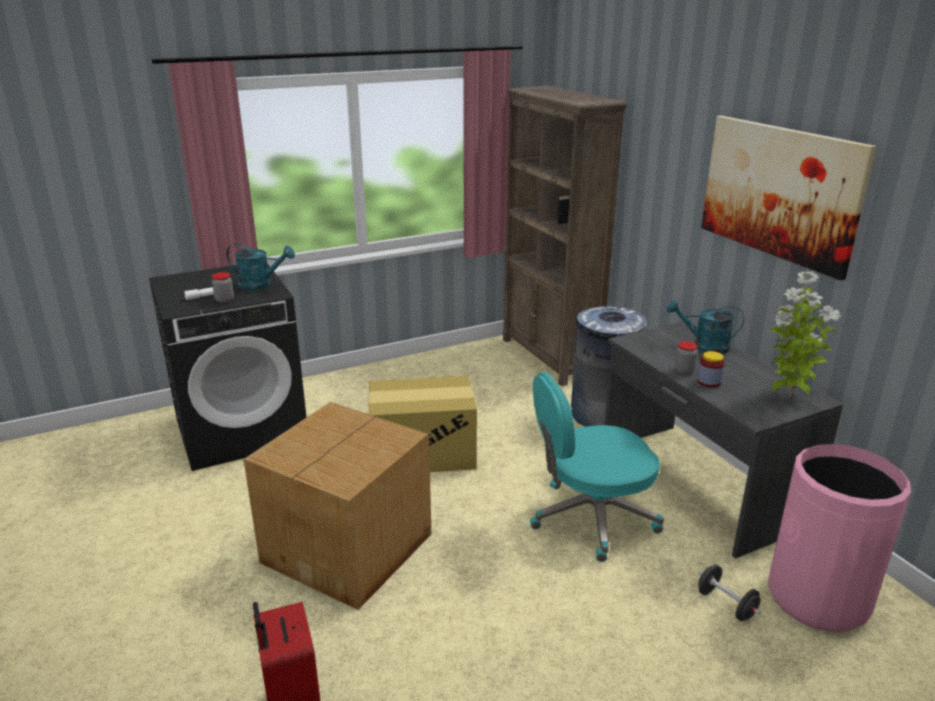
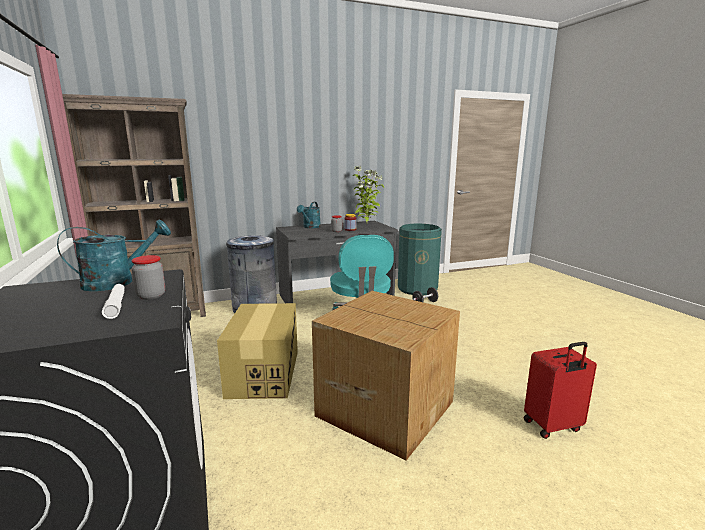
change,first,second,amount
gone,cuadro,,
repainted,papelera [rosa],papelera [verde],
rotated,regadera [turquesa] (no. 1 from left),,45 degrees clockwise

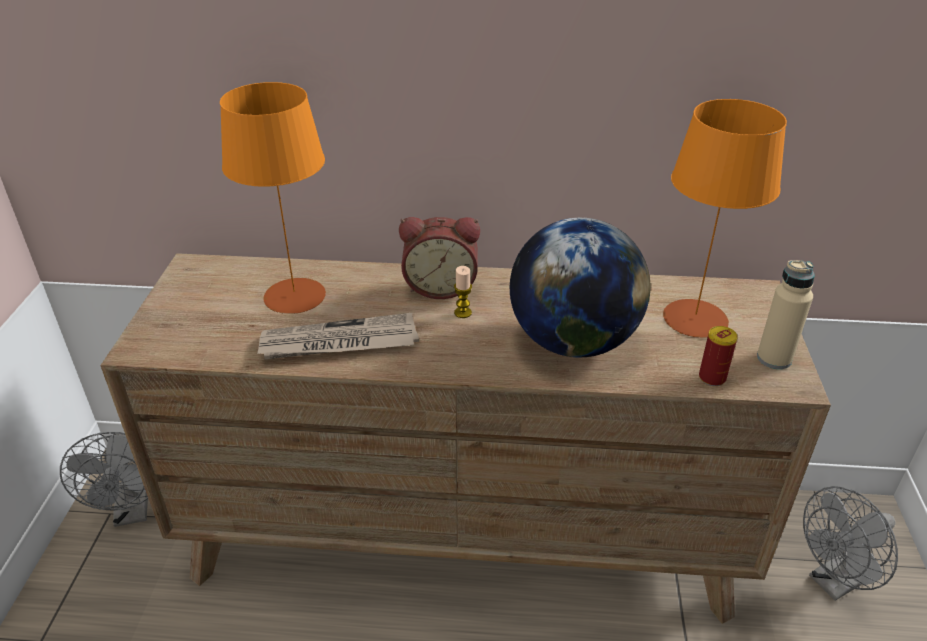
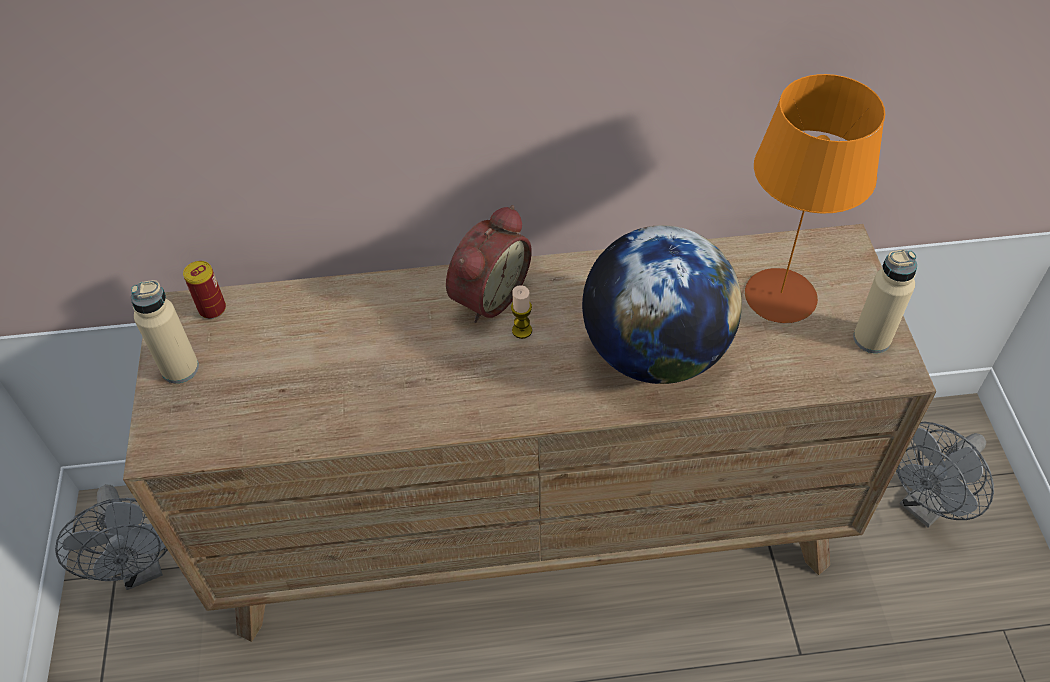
change,first,second,amount
gone,lámpara de mesa [naranja] (no. 1 from left),,
gone,periódico,,
new,,botella [beis] (no. 1 from left),
shifted,lata,,
rotated,despertador,,45 degrees counterclockwise

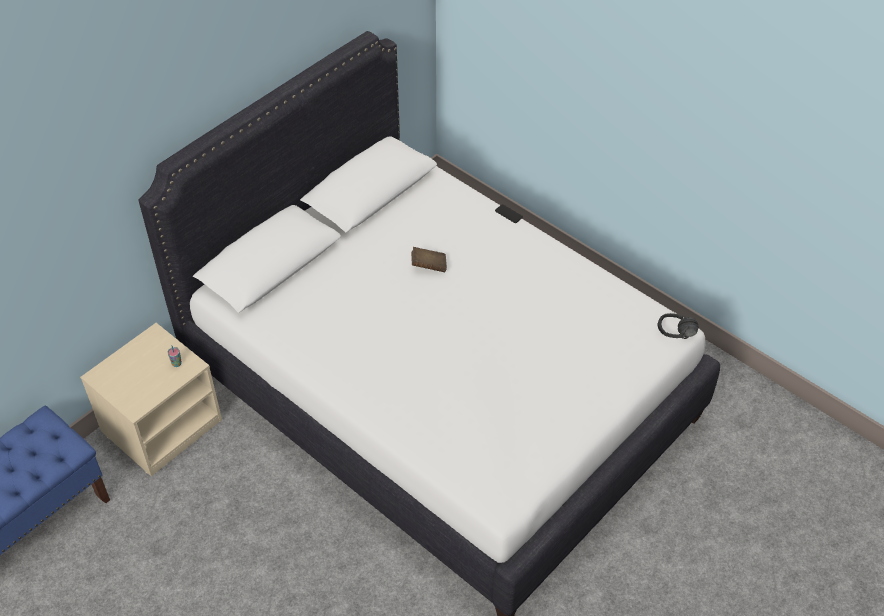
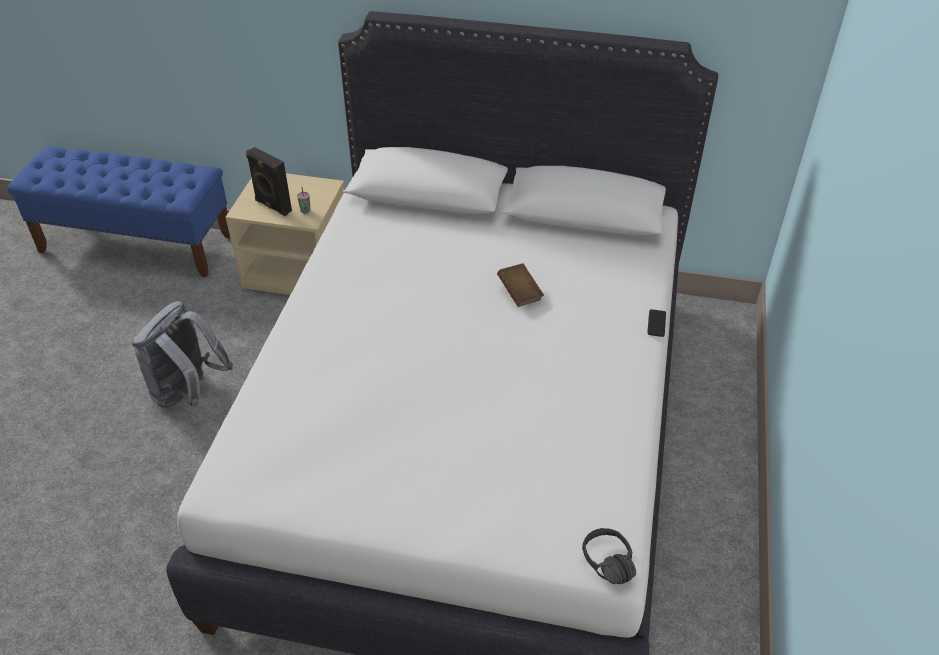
change,first,second,amount
new,,mochila [gris],
new,,altavoz [negro],

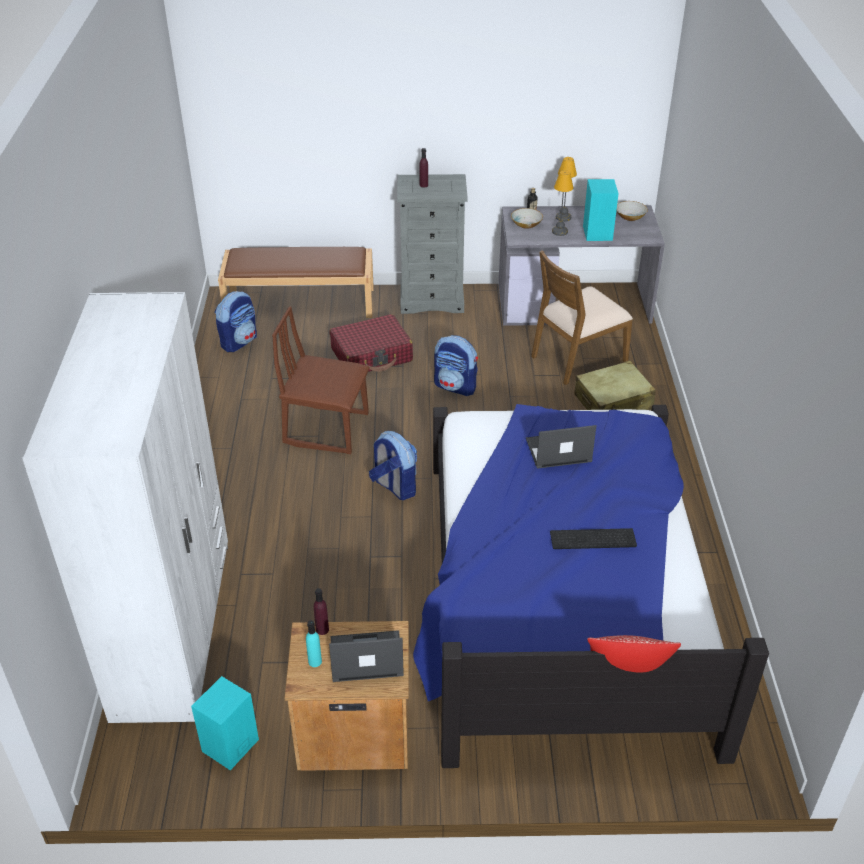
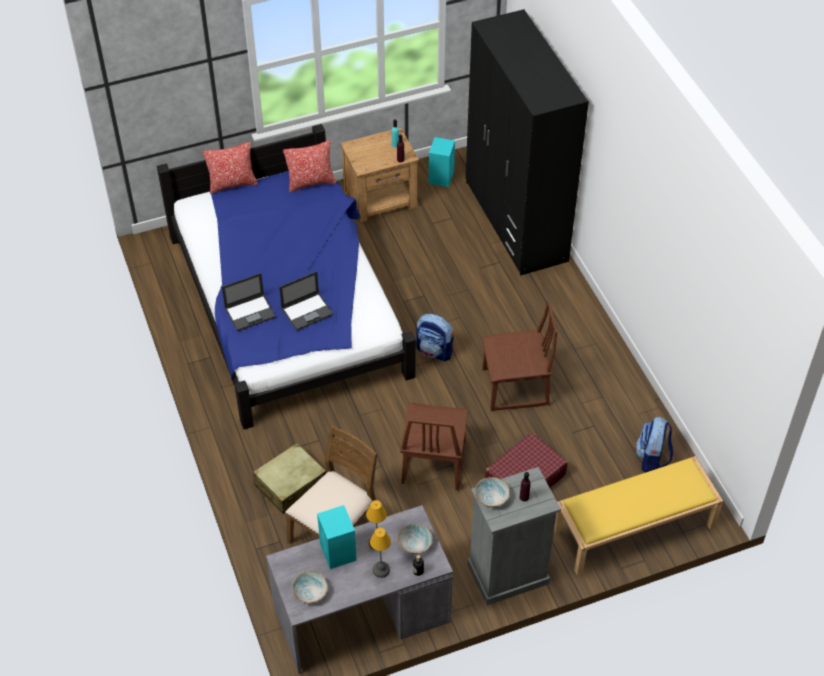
change,first,second,amount
gone,teclado,,
new,,cojín (no. 2 from left),
new,,cuenco (no. 3 from left),
shifted,portátil (no. 1 from left),,
swapped,mochila (no. 3 from left),silla [marrón] (no. 2 from left),
repainted,armario ropero [blanco],armario ropero [negro],
repainted,banco [marrón],banco [amarillo],

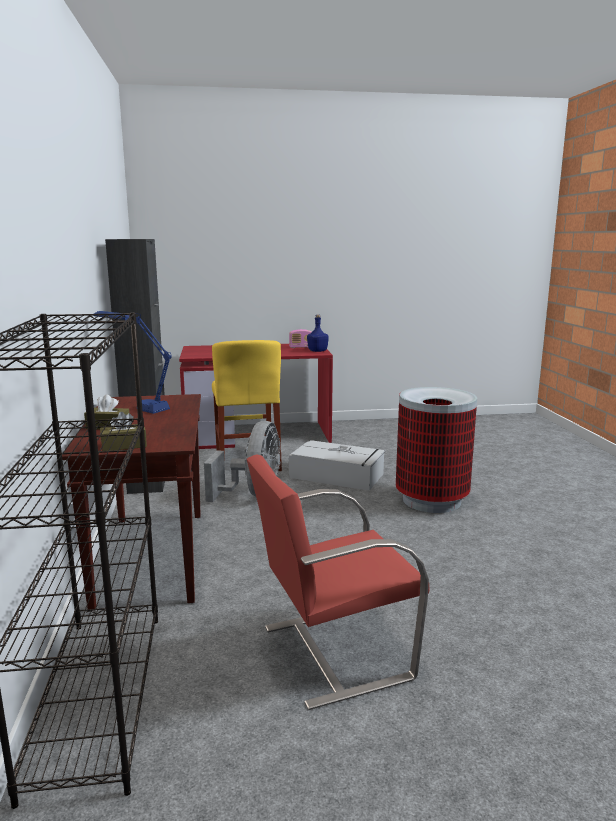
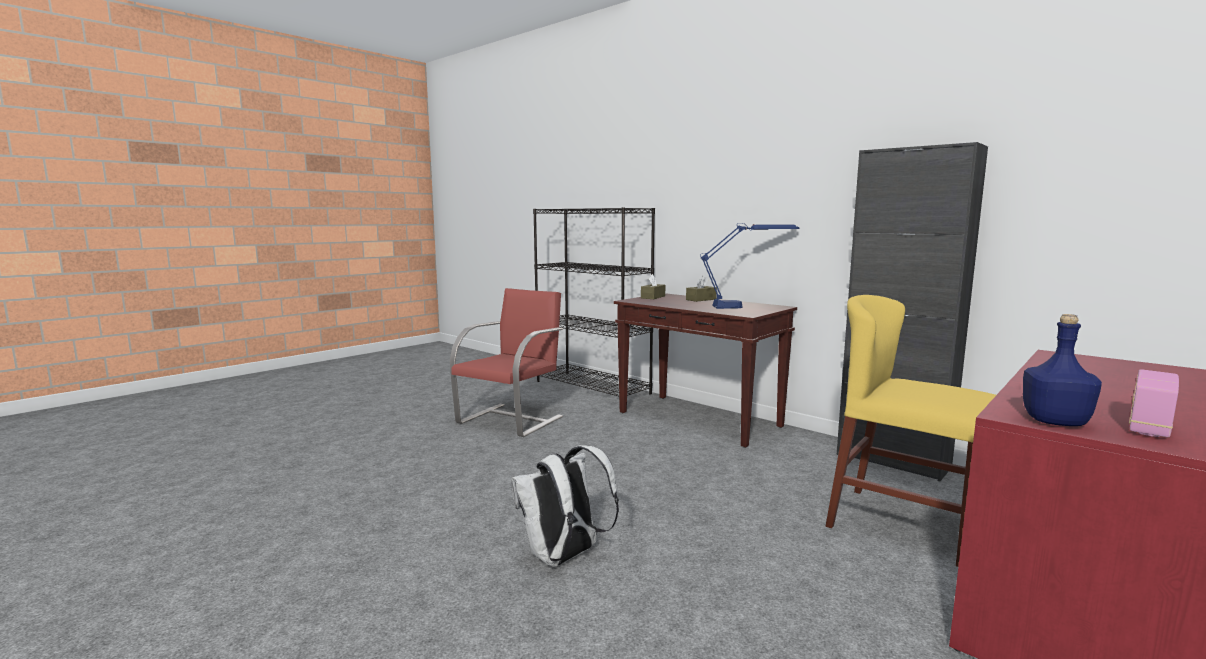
change,first,second,amount
gone,ventilador [gris],,
gone,caja de almacenaje [gris],,
swapped,papelera,mochila [blanco],

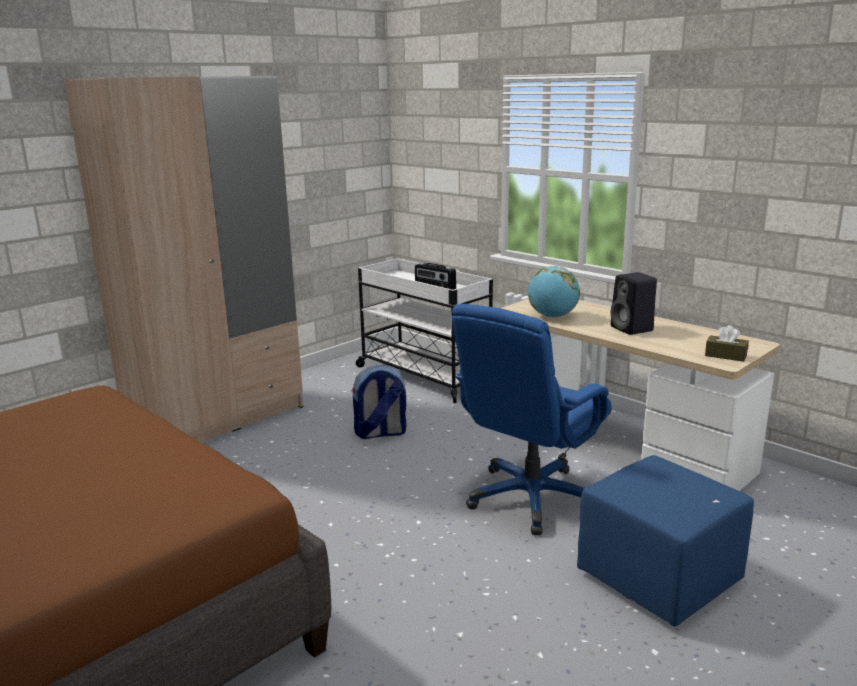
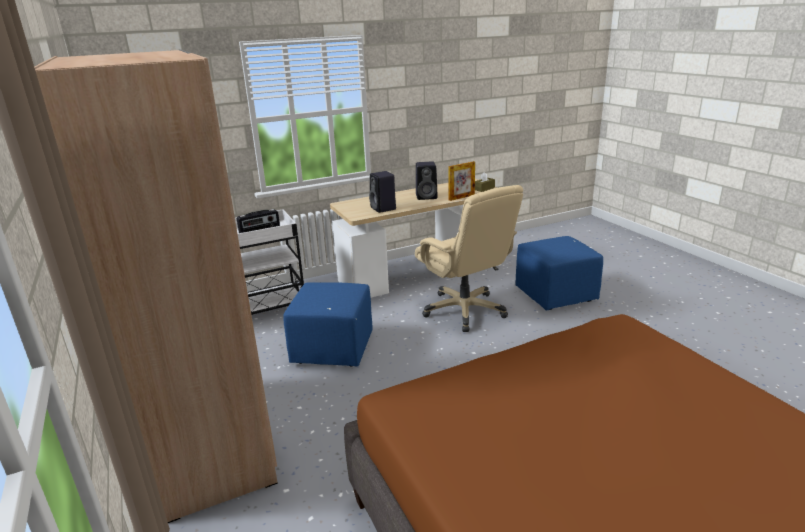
change,first,second,amount
new,,portarretratos,
swapped,mochila,puf [azul] (no. 1 from left),
swapped,globo terráqueo,altavoz [negro] (no. 1 from left),
repainted,silla de oficina [azul],silla de oficina [beis],

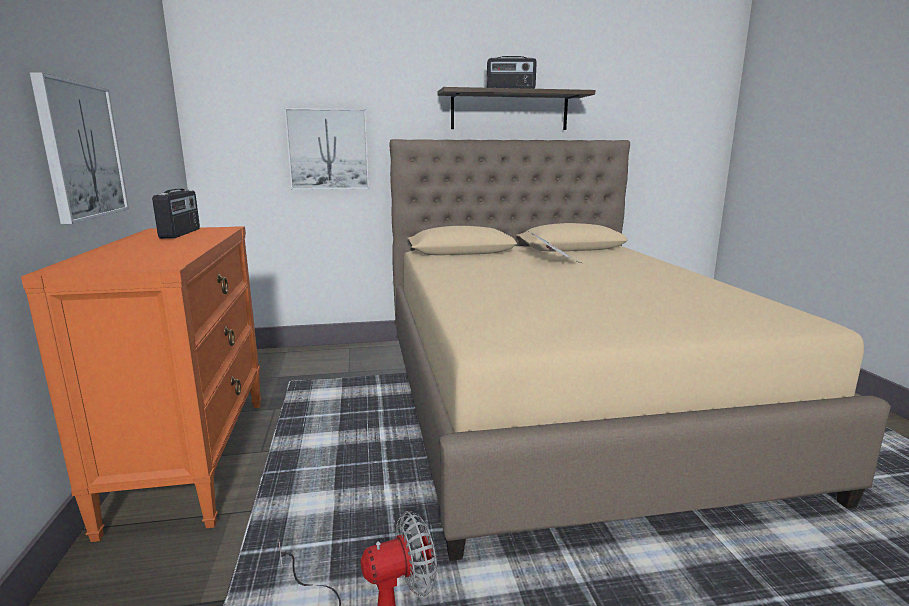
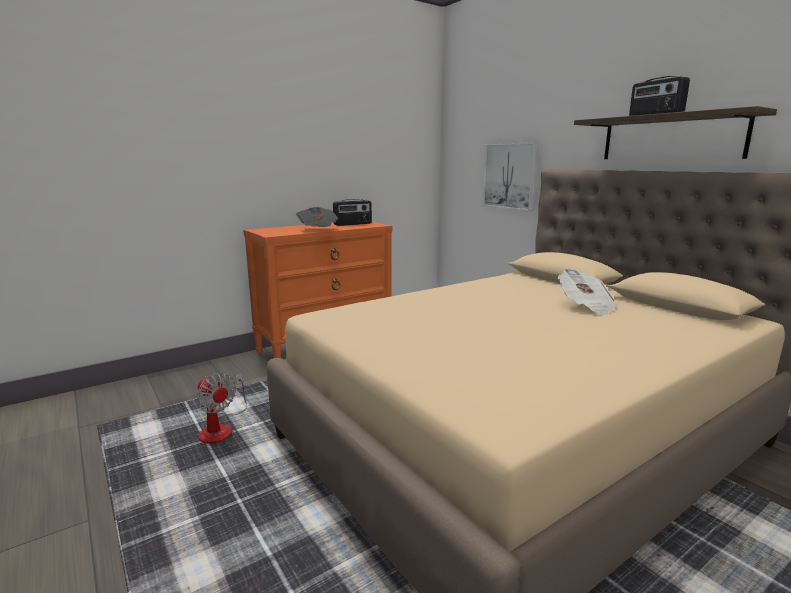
change,first,second,amount
gone,cuadro (no. 1 from left),,
new,,periódico (no. 1 from left),

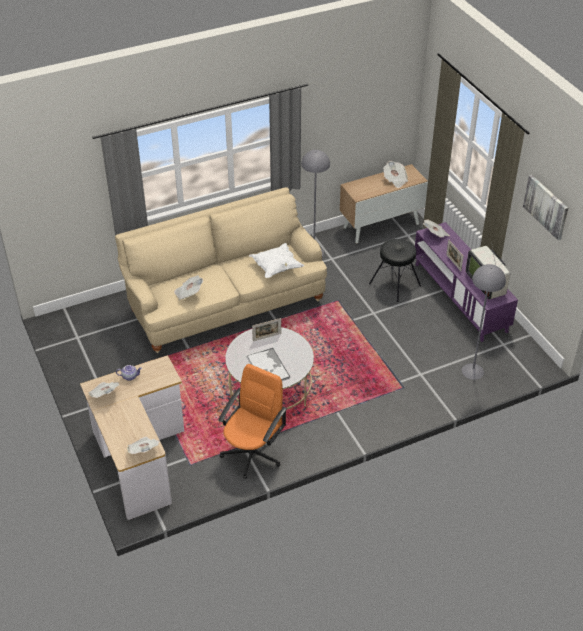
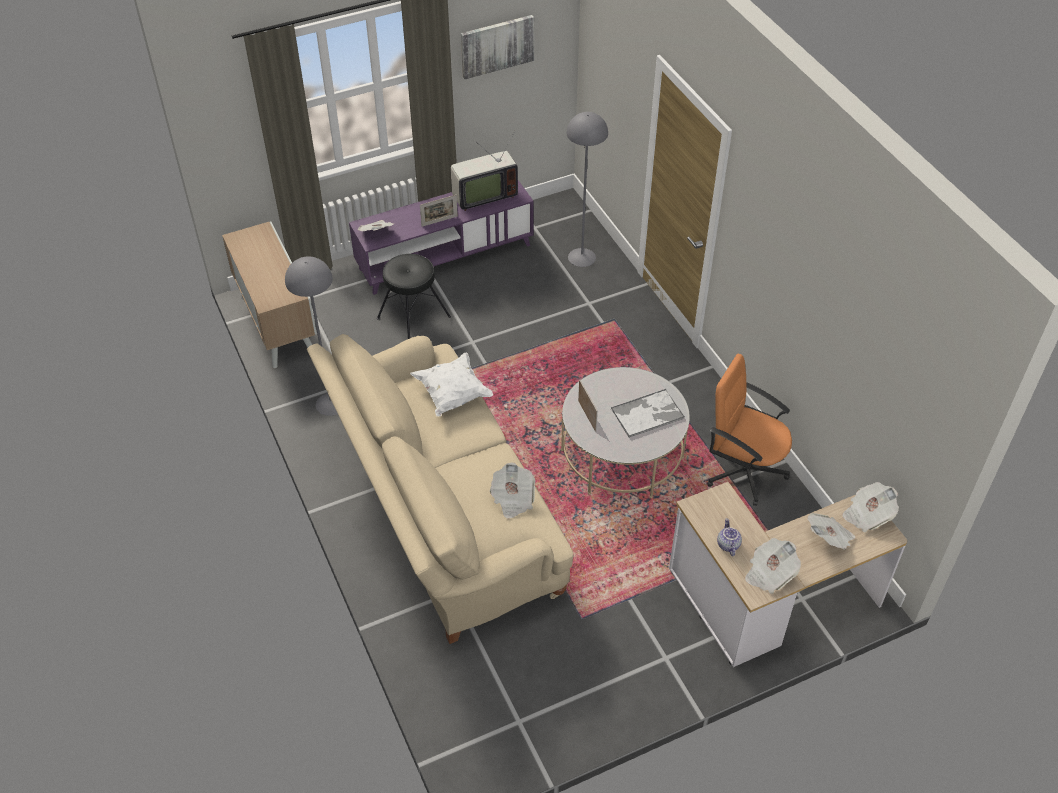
change,first,second,amount
shifted,periódico (no. 4 from left),,

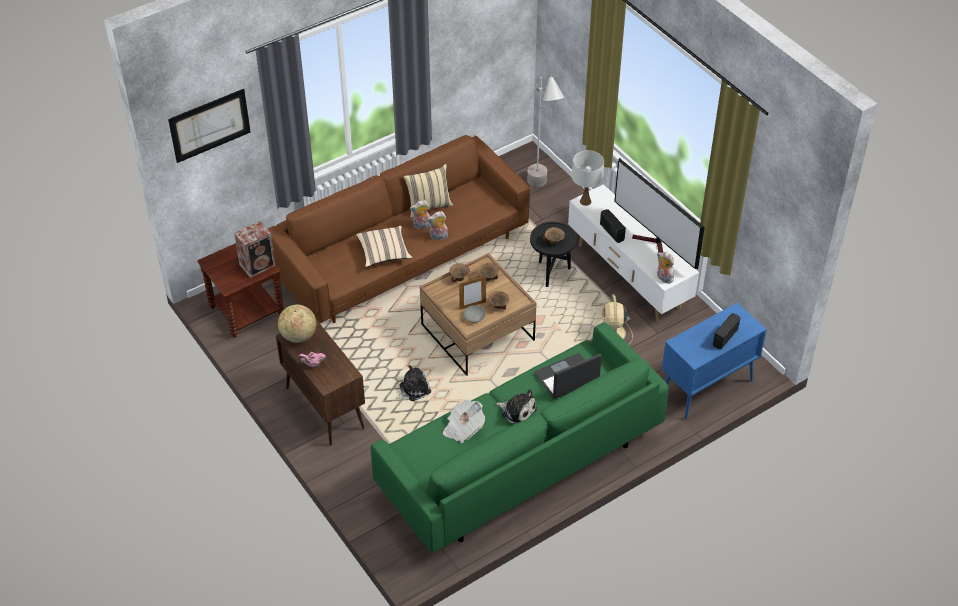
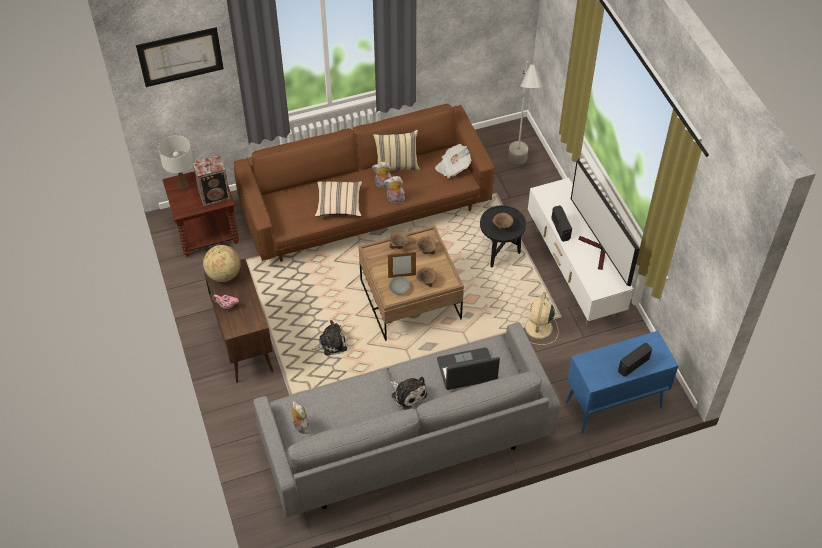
change,first,second,amount
shifted,periódico,,
shifted,lámpara de mesa [blanco],,
shifted,peluche (no. 5 from left in the first image),peluche (no. 1 from left),
repainted,sofá [verde],sofá [gris],

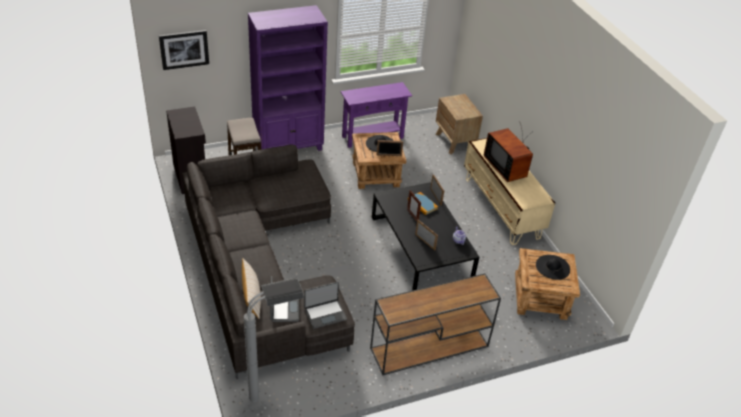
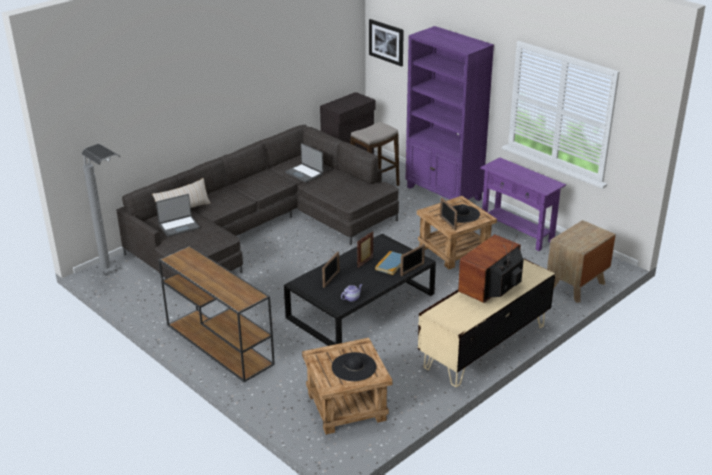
change,first,second,amount
shifted,portátil (no. 2 from left),,

